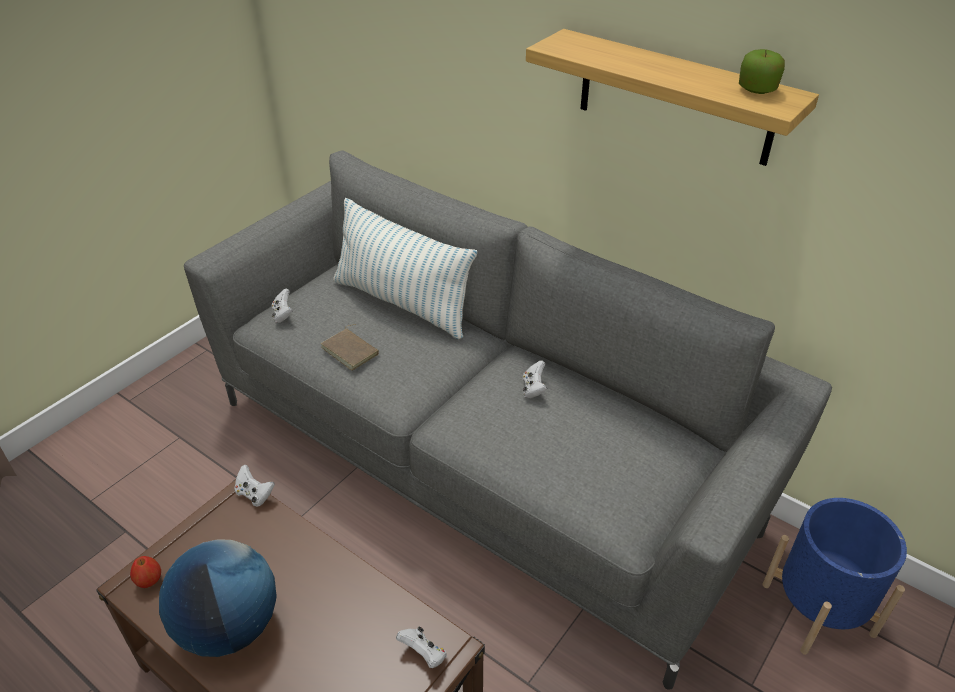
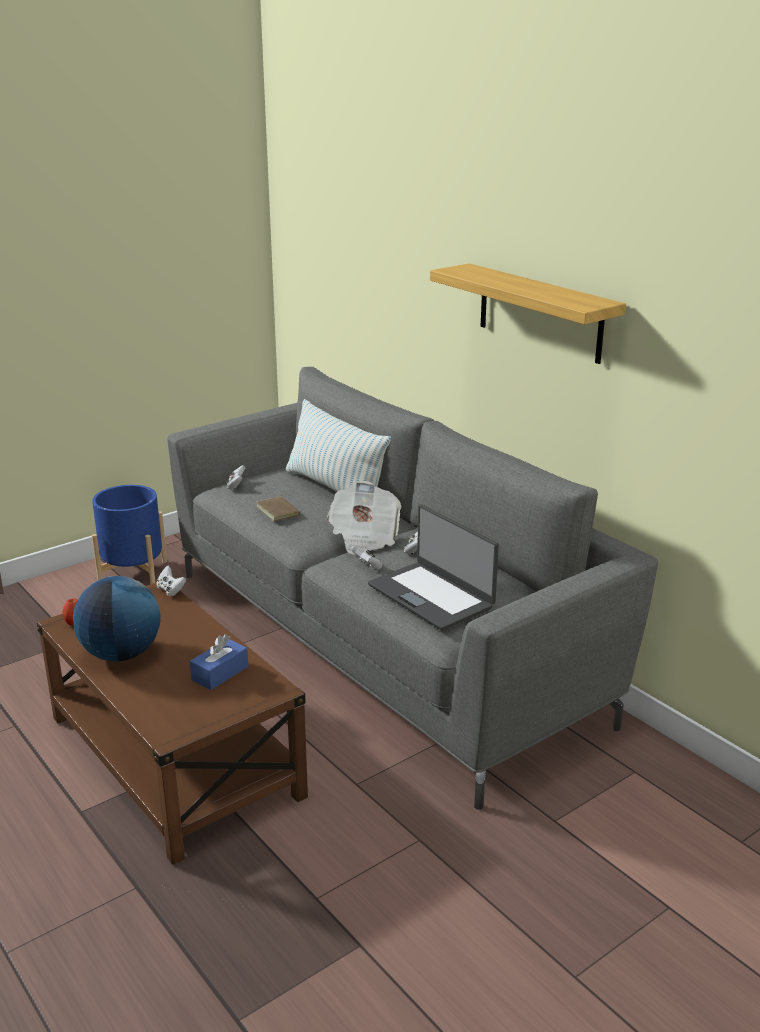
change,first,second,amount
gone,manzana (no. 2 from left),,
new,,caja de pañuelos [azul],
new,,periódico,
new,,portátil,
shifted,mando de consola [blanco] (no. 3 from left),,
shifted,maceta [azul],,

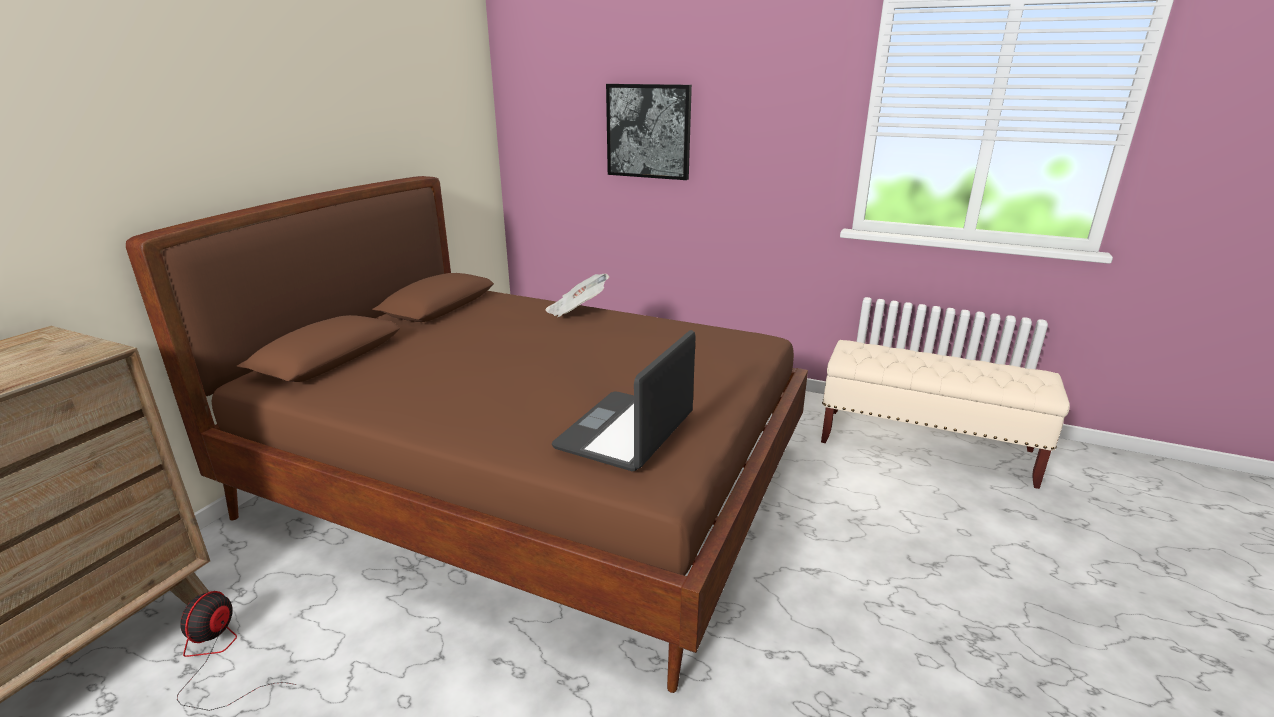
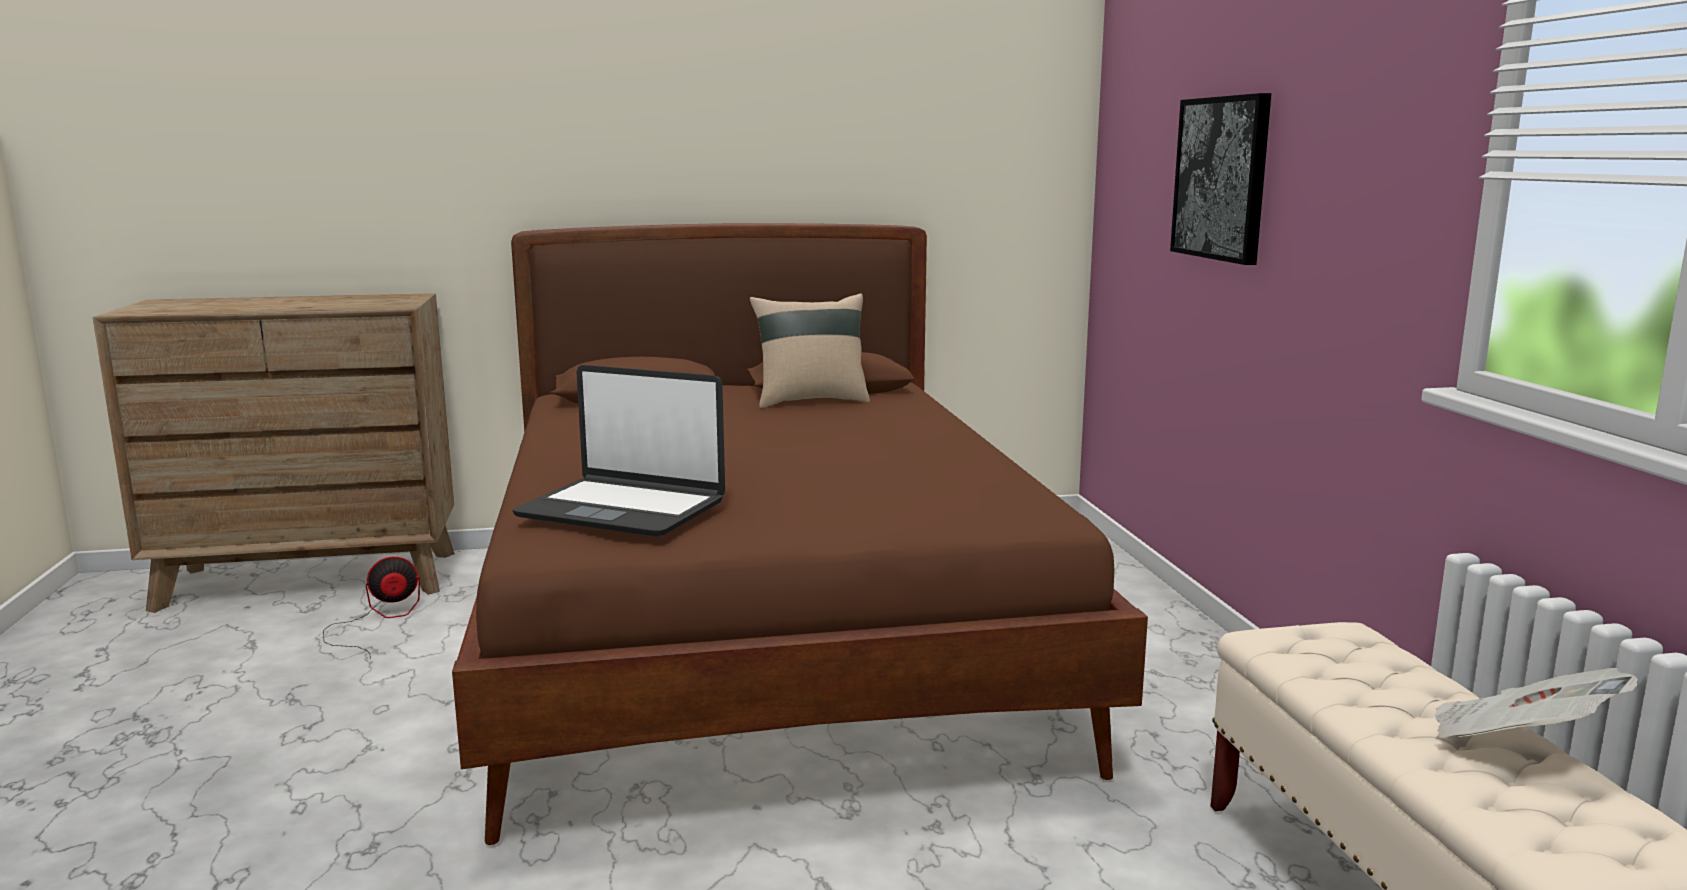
change,first,second,amount
new,,cojín [beis],
shifted,periódico,,
rotated,portátil,,150 degrees counterclockwise

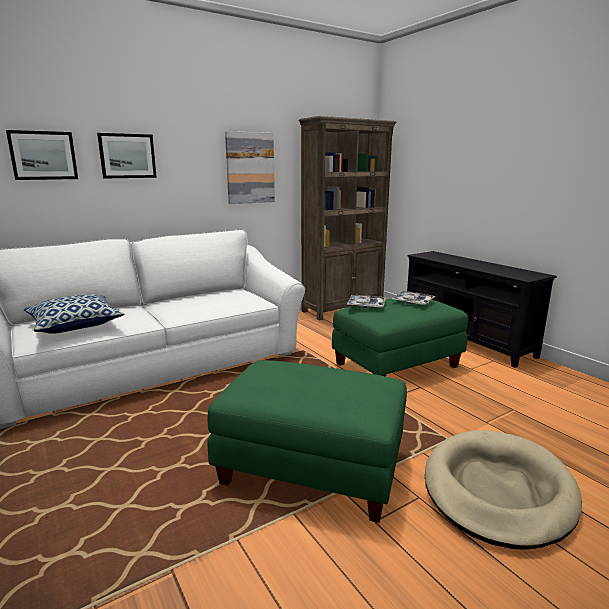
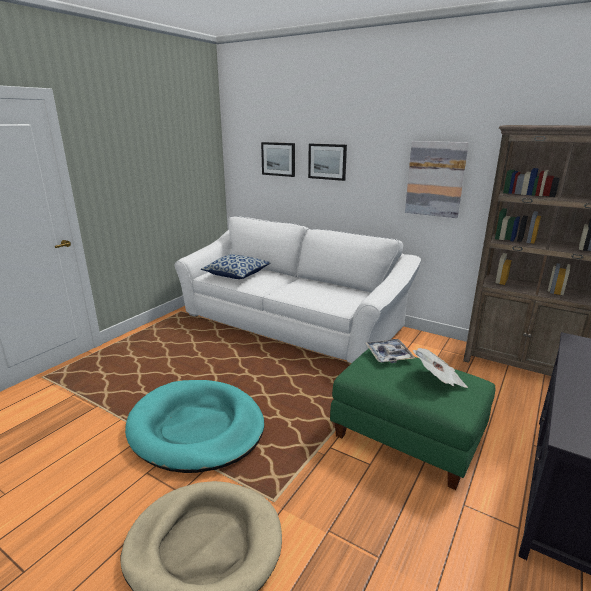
change,first,second,amount
swapped,puf [verde] (no. 1 from left),cama para perro [turquesa],
swapped,bandeja (no. 2 from left),periódico,

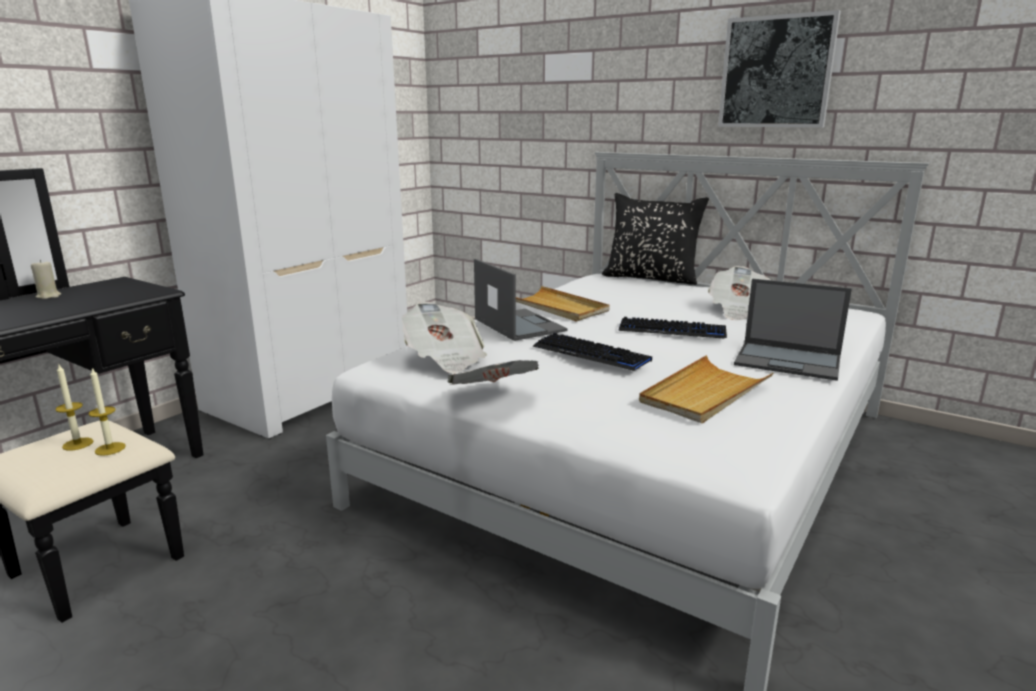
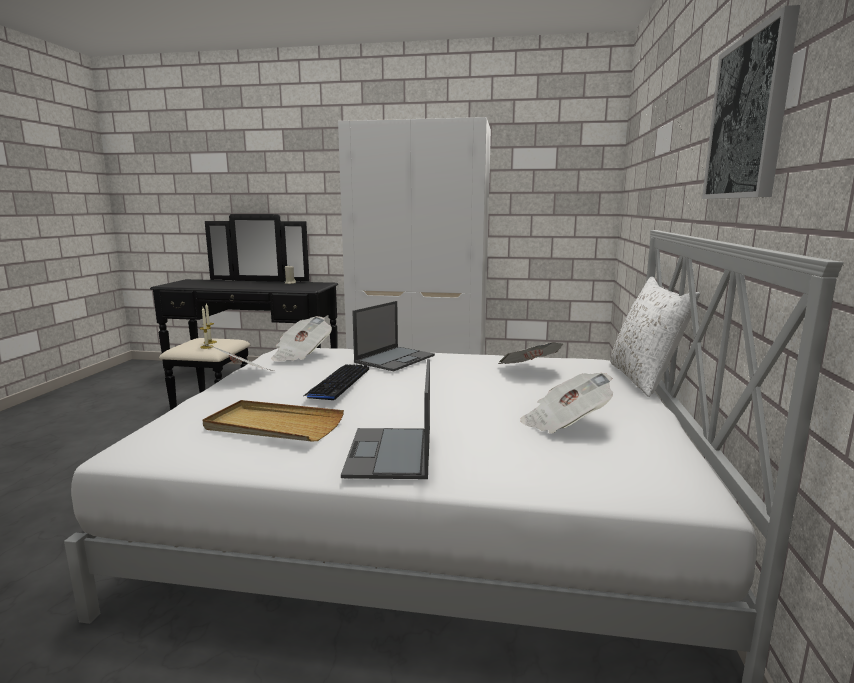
change,first,second,amount
gone,bandeja [beis] (no. 1 from left),,
gone,teclado (no. 2 from left),,
new,,periódico (no. 3 from left),
repainted,cojín [negro],cojín [blanco],

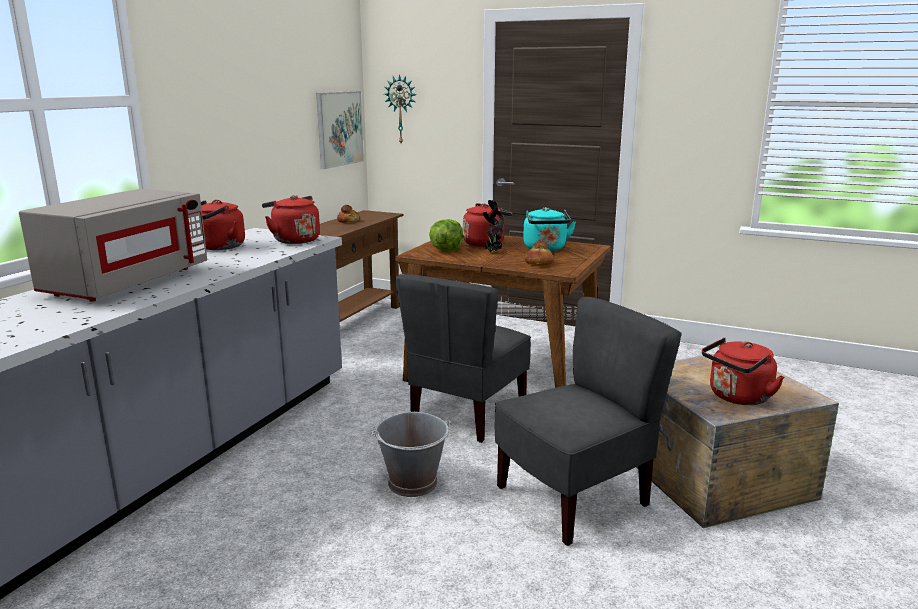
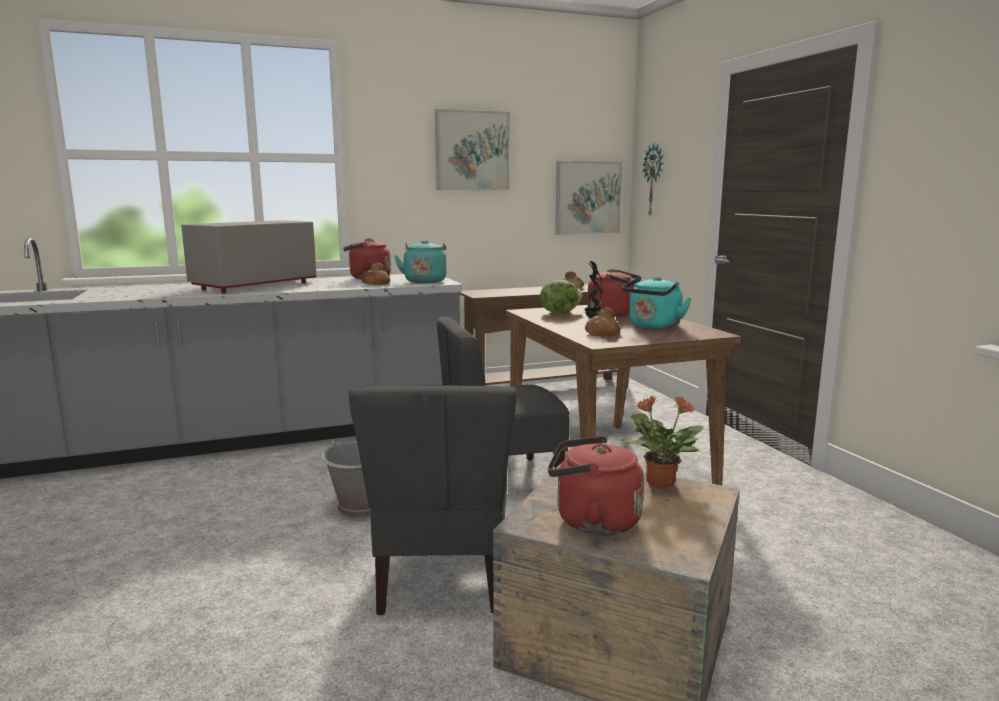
change,first,second,amount
new,,pan (no. 1 from left),
new,,cuadro (no. 1 from left),
new,,planta en maceta (no. 2 from left),
repainted,hervidor [rojo] (no. 2 from left),hervidor [turquesa] (no. 1 from left),
rotated,microondas [gris],,150 degrees clockwise
rotated,silla [gris] (no. 2 from left in the first image),silla [gris] (no. 1 from left),75 degrees clockwise

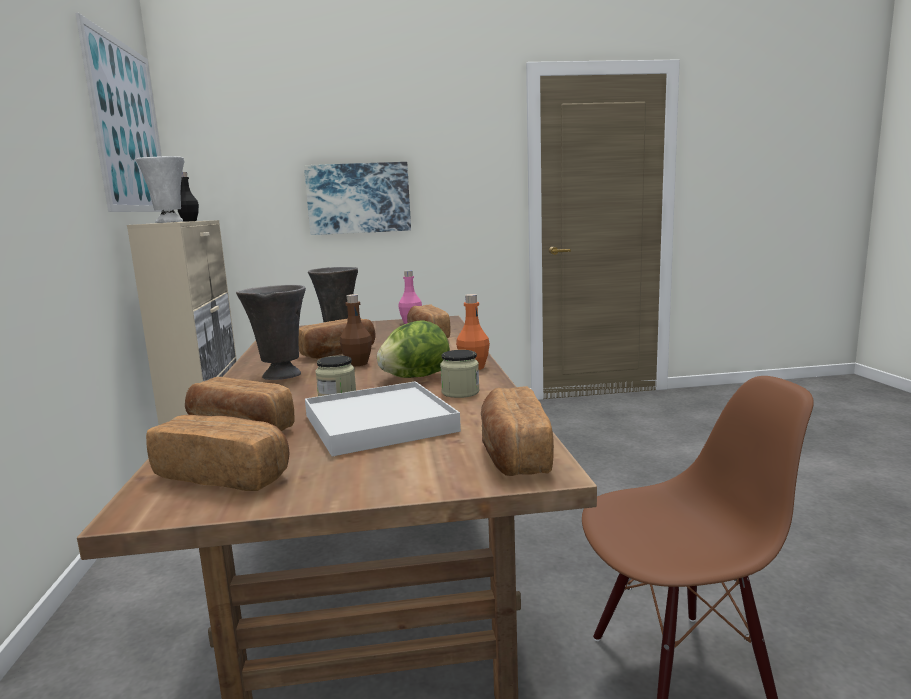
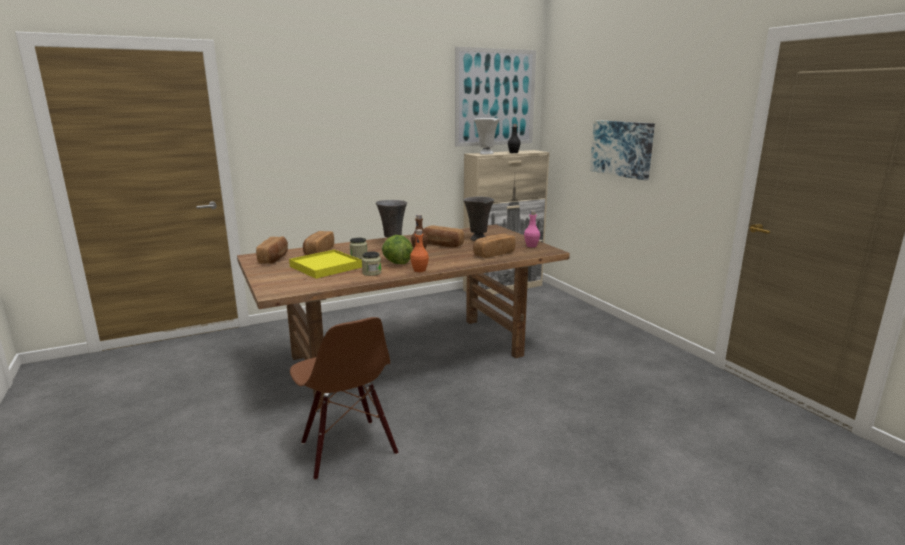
change,first,second,amount
gone,pan (no. 5 from left),,
repainted,bandeja [blanco],bandeja [amarillo],

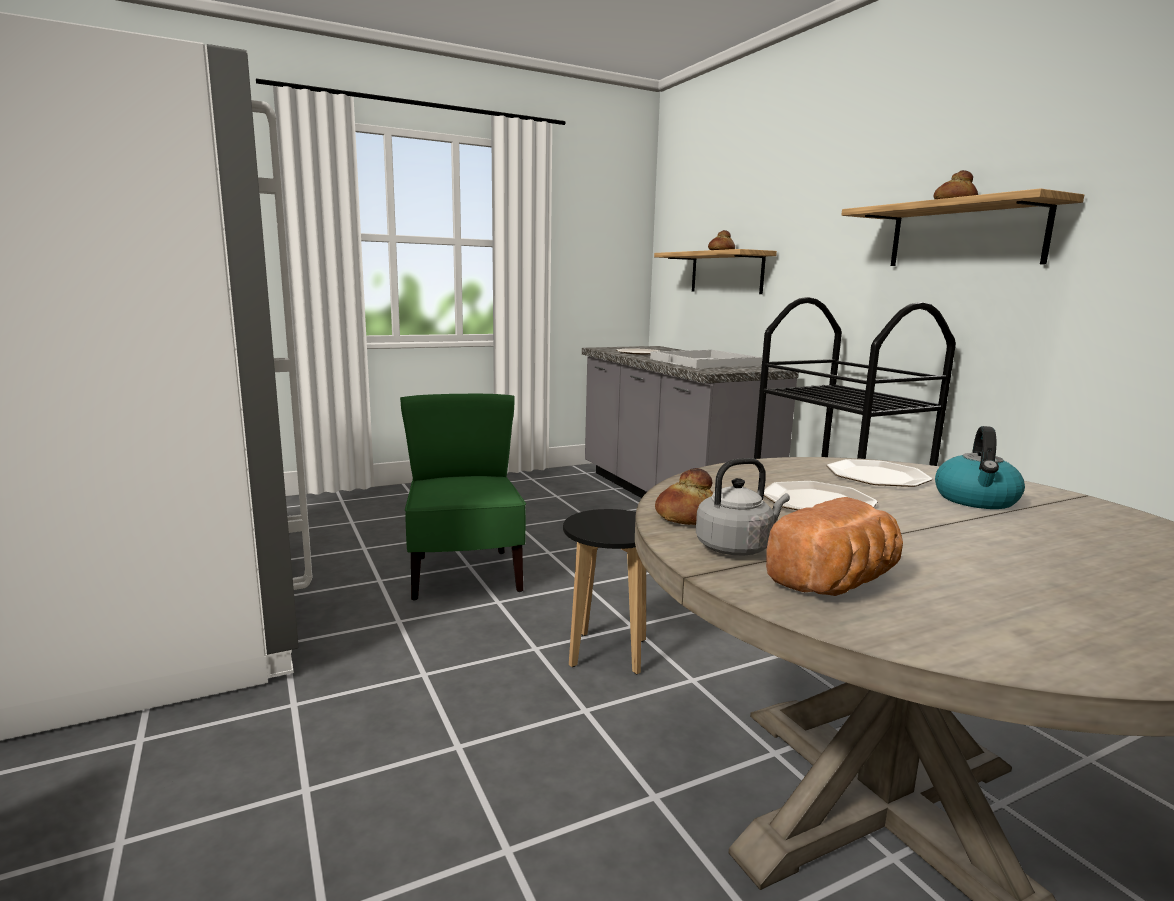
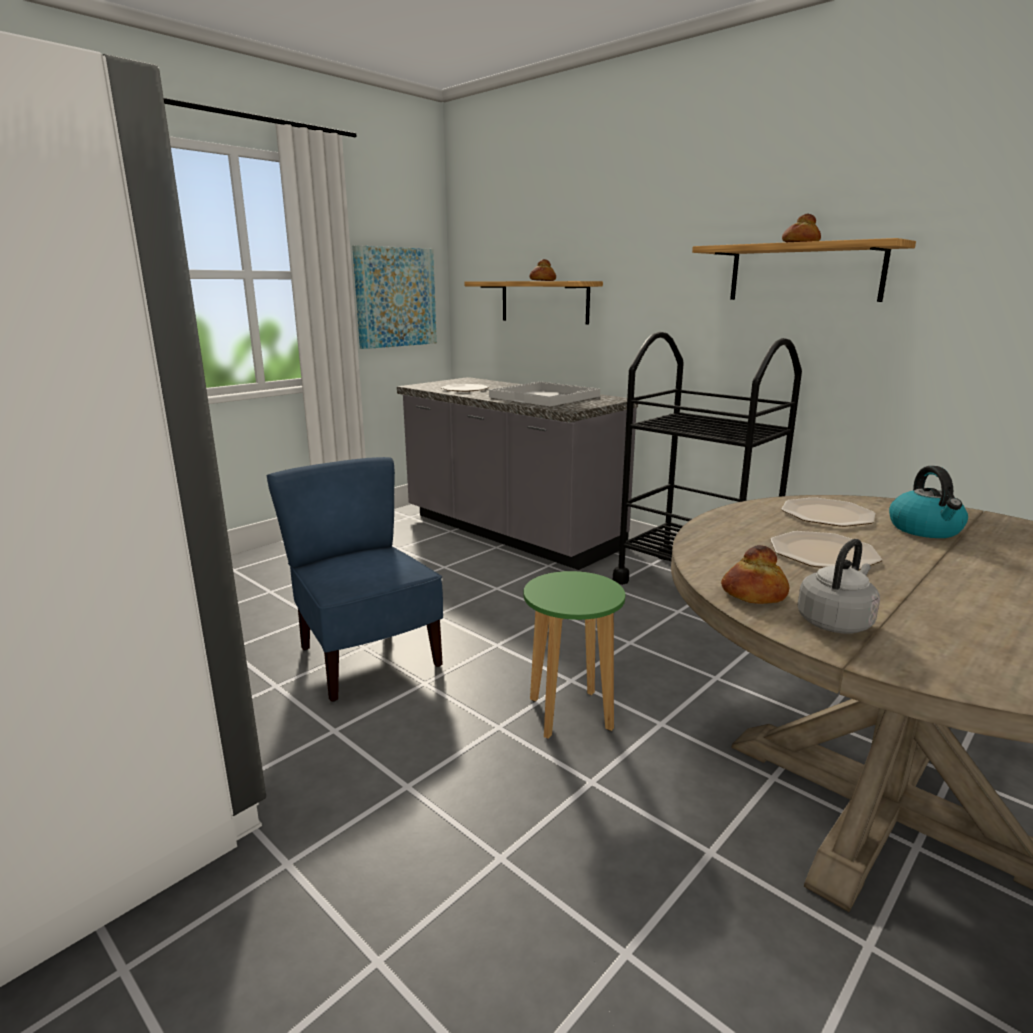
change,first,second,amount
gone,pan (no. 3 from left),,
new,,cuadro,
repainted,silla [verde],silla [azul],
repainted,taburete [negro],taburete [verde],

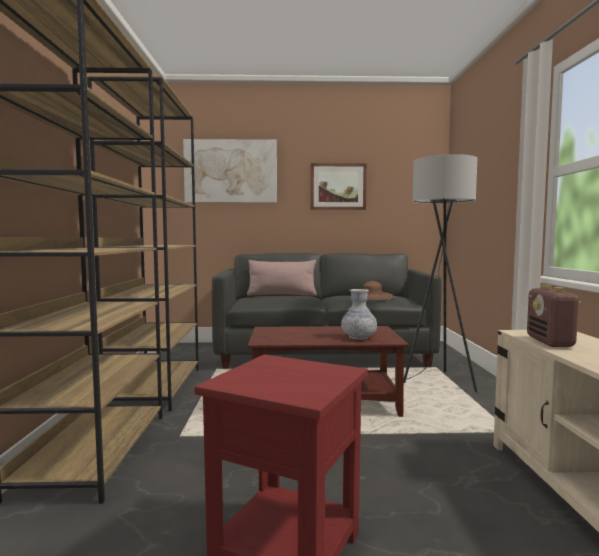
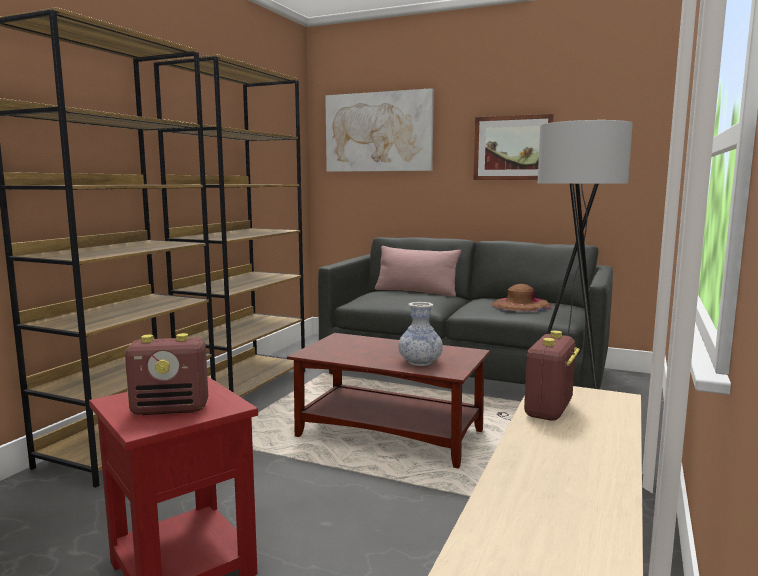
change,first,second,amount
new,,radio (no. 1 from left),

